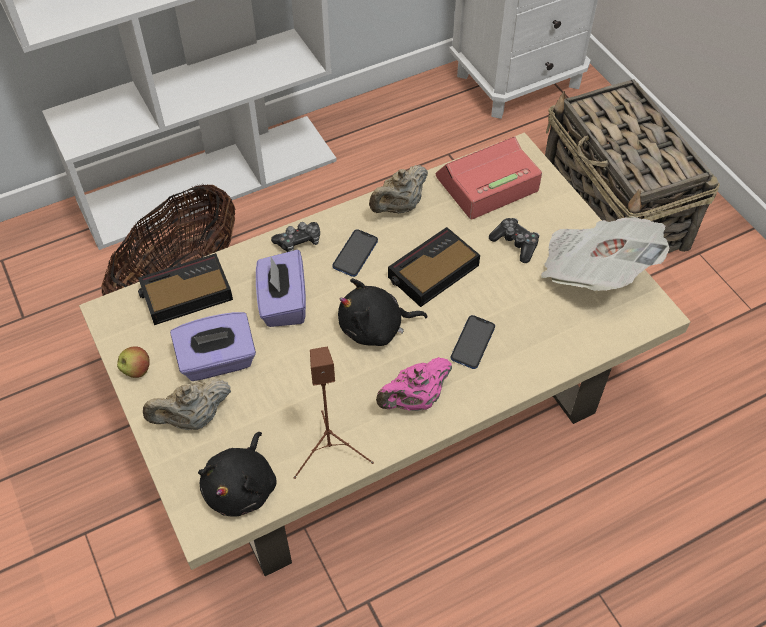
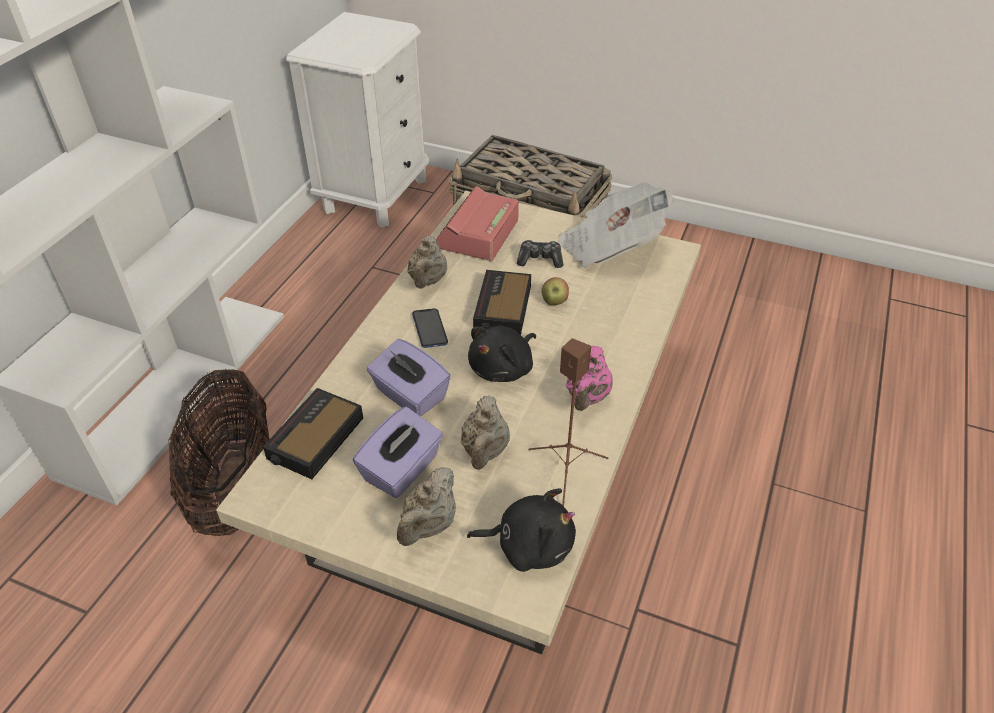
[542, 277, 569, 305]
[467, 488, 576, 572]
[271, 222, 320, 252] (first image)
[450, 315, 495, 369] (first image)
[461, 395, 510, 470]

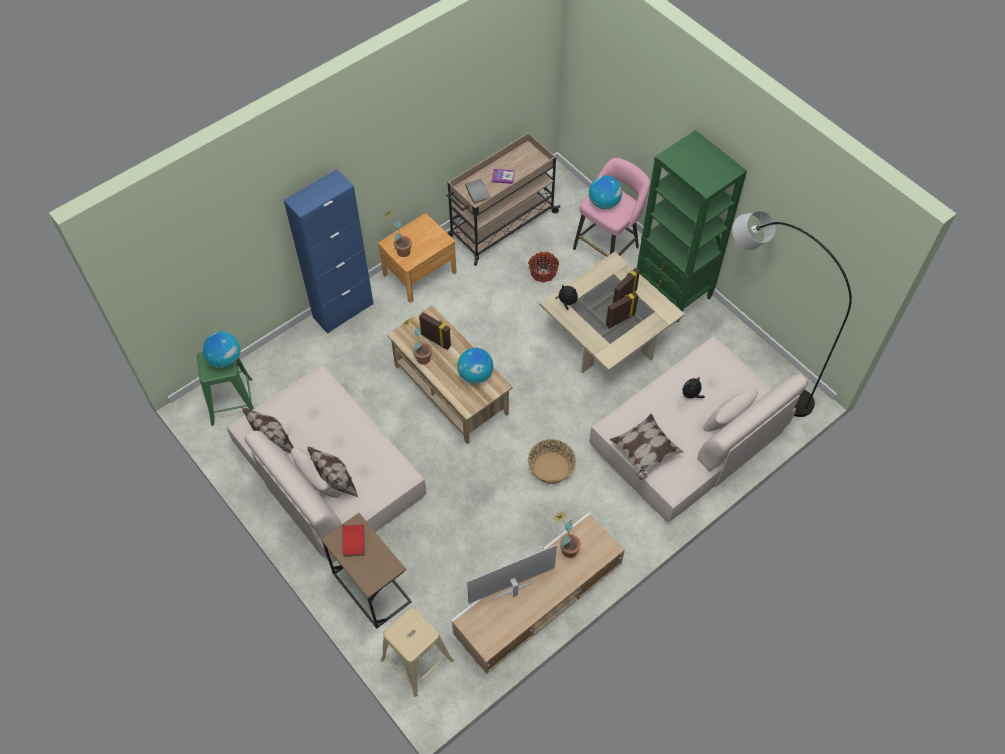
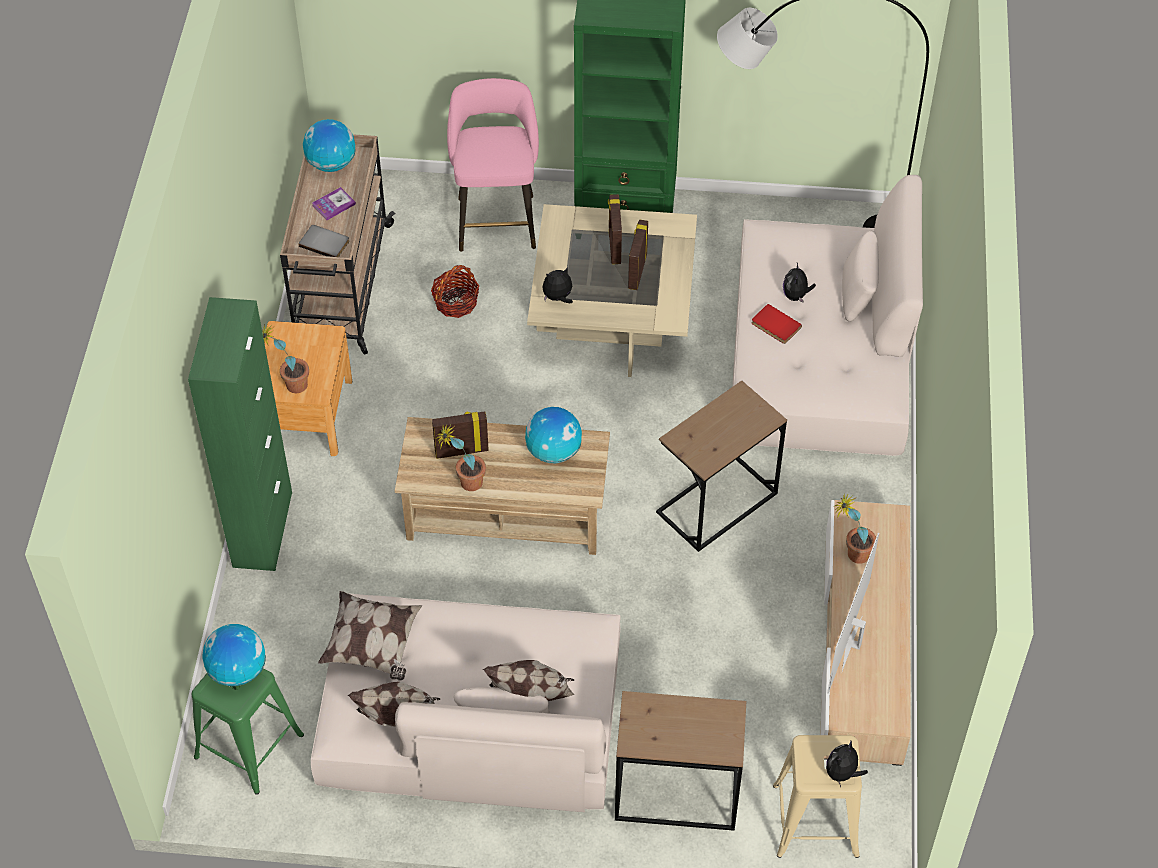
[188, 297, 292, 571]
[752, 304, 802, 344]
[656, 381, 787, 552]
[303, 119, 356, 172]
[318, 591, 422, 681]
[826, 741, 868, 787]

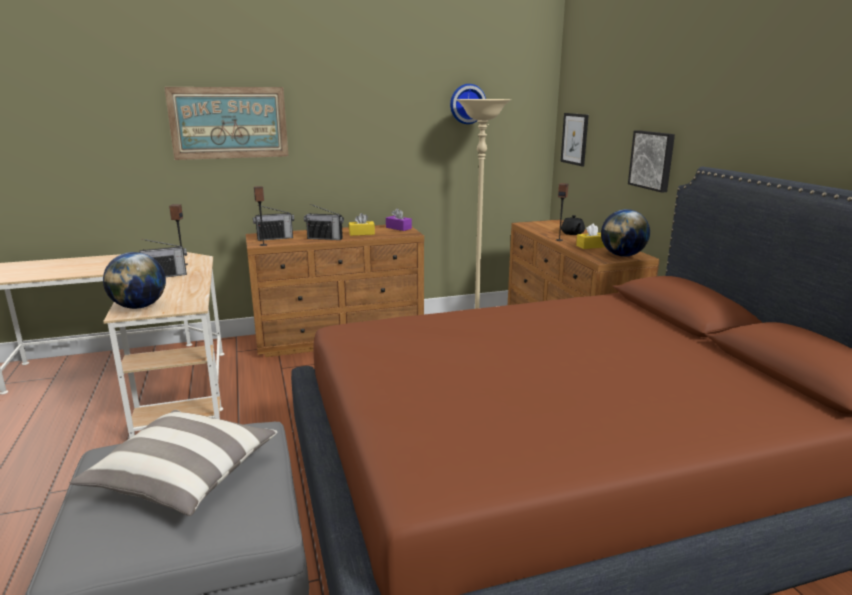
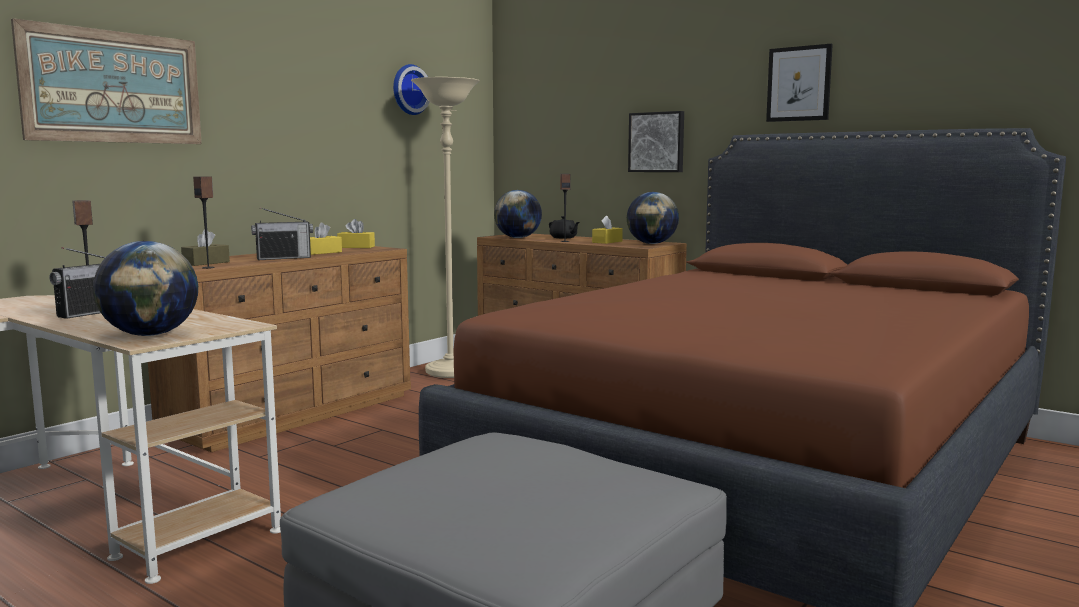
[70, 410, 278, 516] (first image)
[181, 229, 230, 266]
[337, 219, 375, 248]
[766, 44, 833, 122]
[494, 190, 542, 238]

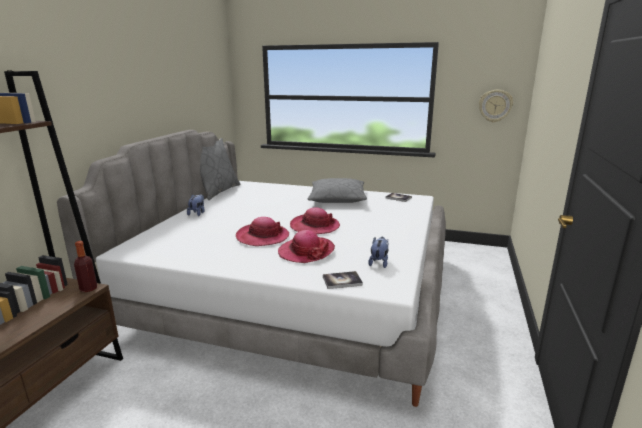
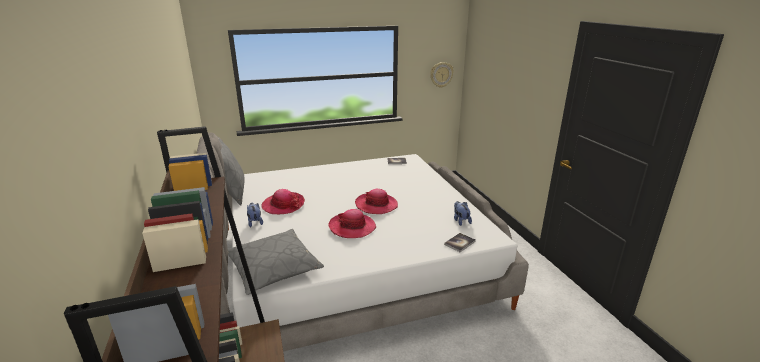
[74, 241, 97, 292] (first image)
[261, 189, 305, 214]
[228, 229, 324, 295]

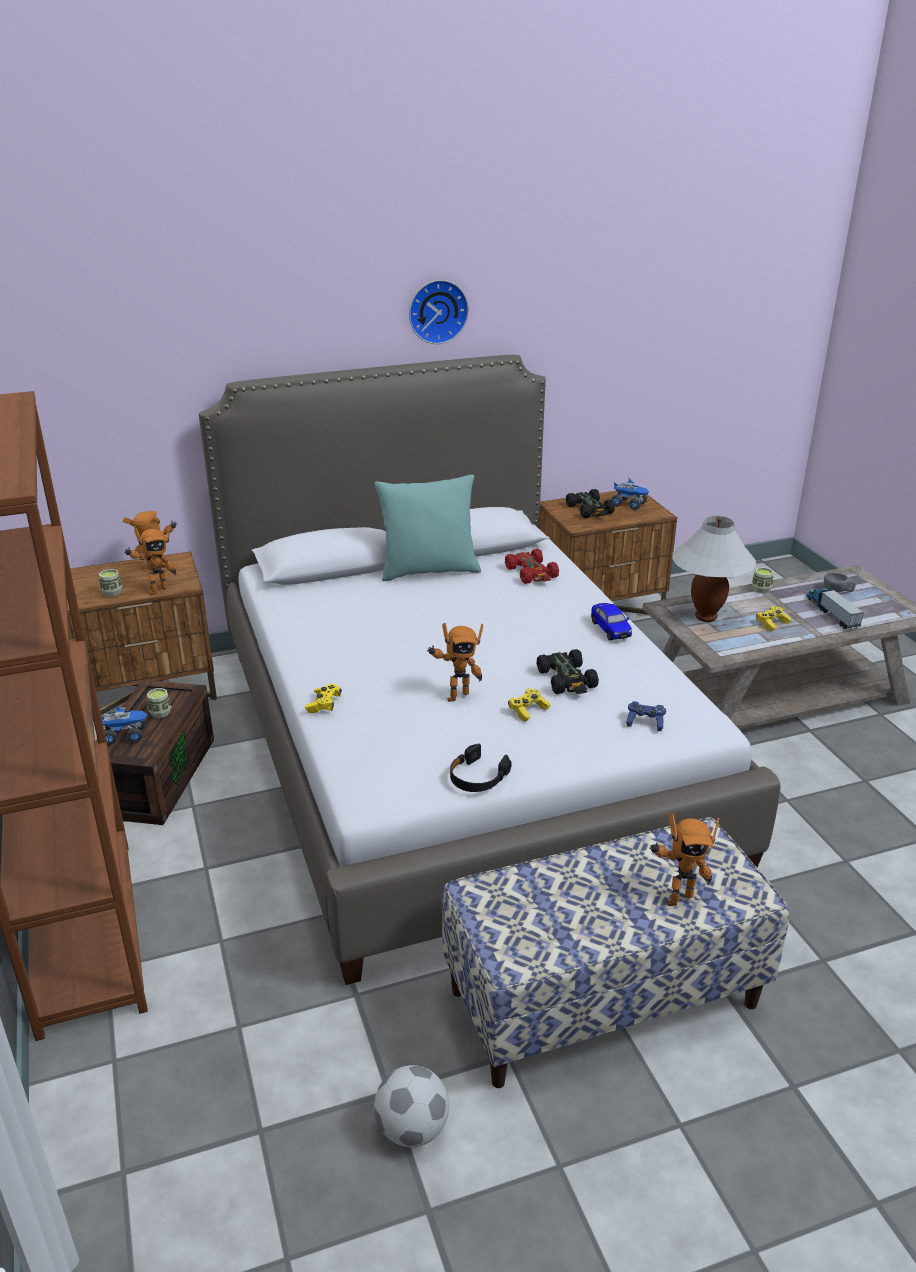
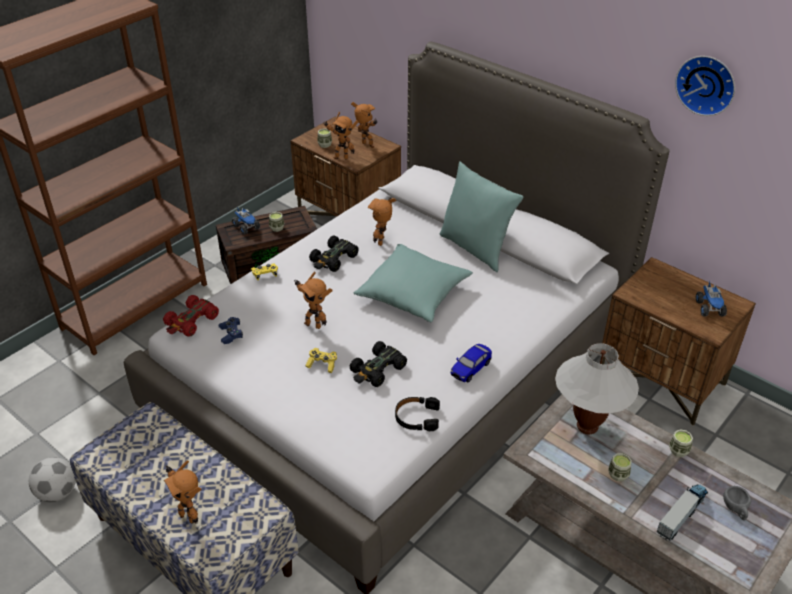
[675, 56, 735, 116]
[395, 397, 440, 431]
[163, 295, 219, 337]
[309, 236, 359, 272]
[218, 317, 243, 344]
[608, 453, 632, 481]
[354, 244, 473, 322]
[368, 198, 396, 246]

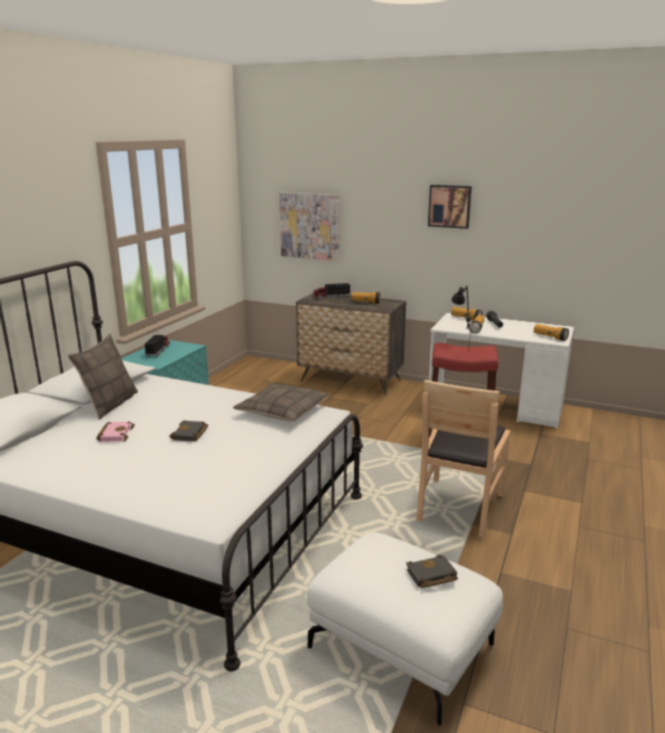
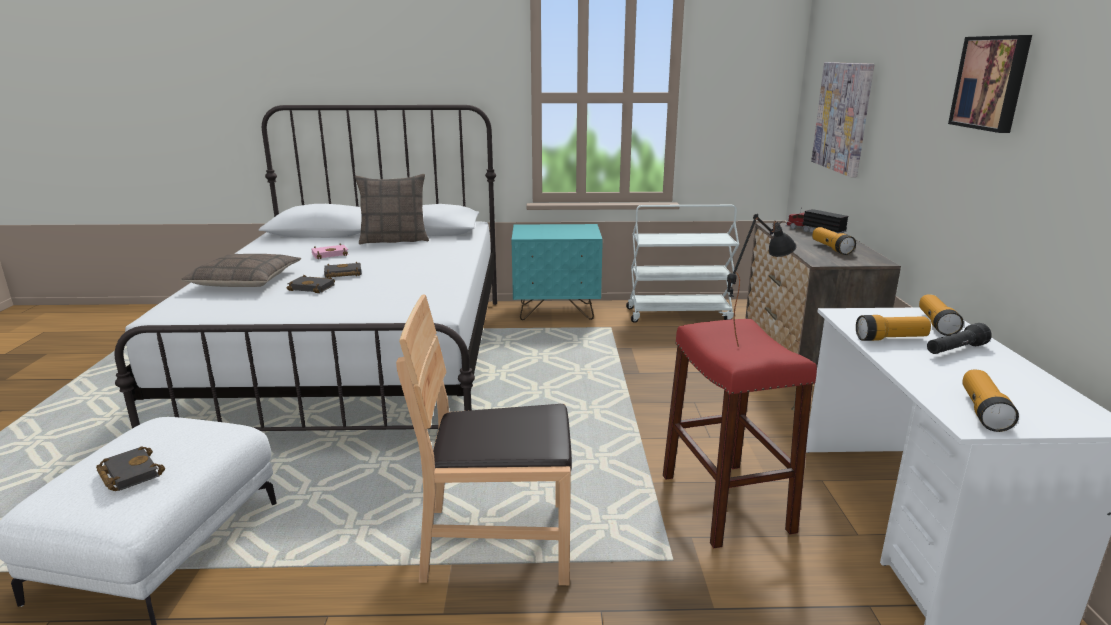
[145, 332, 170, 357] (first image)
[182, 254, 301, 287]
[287, 275, 335, 293]
[626, 205, 739, 323]

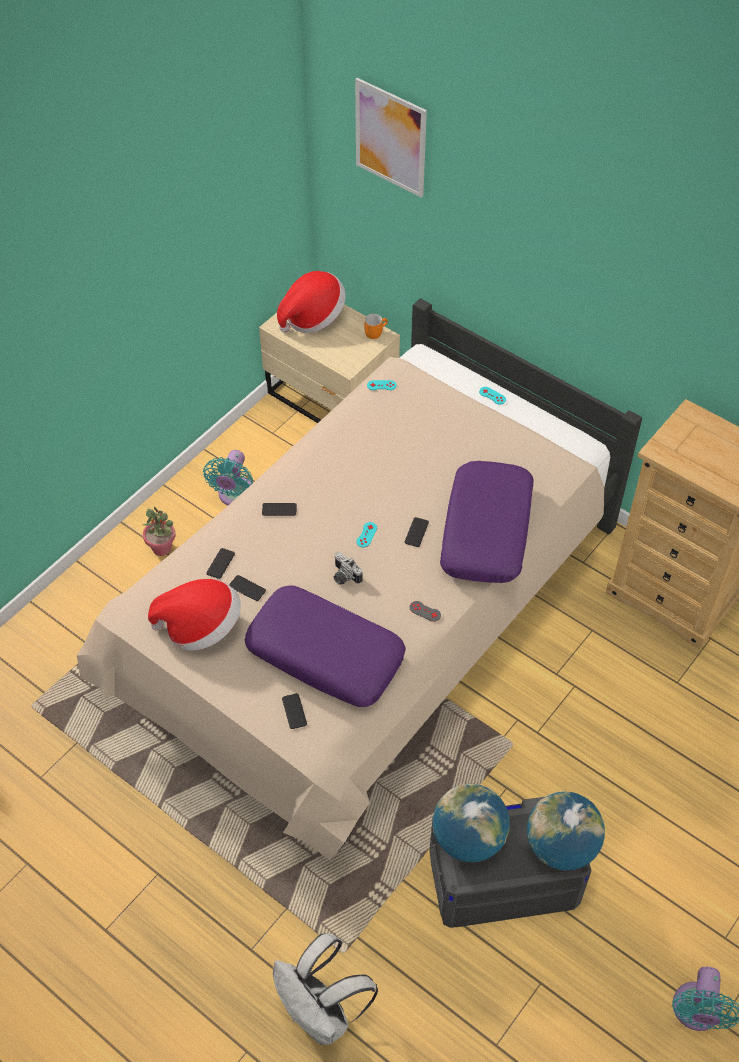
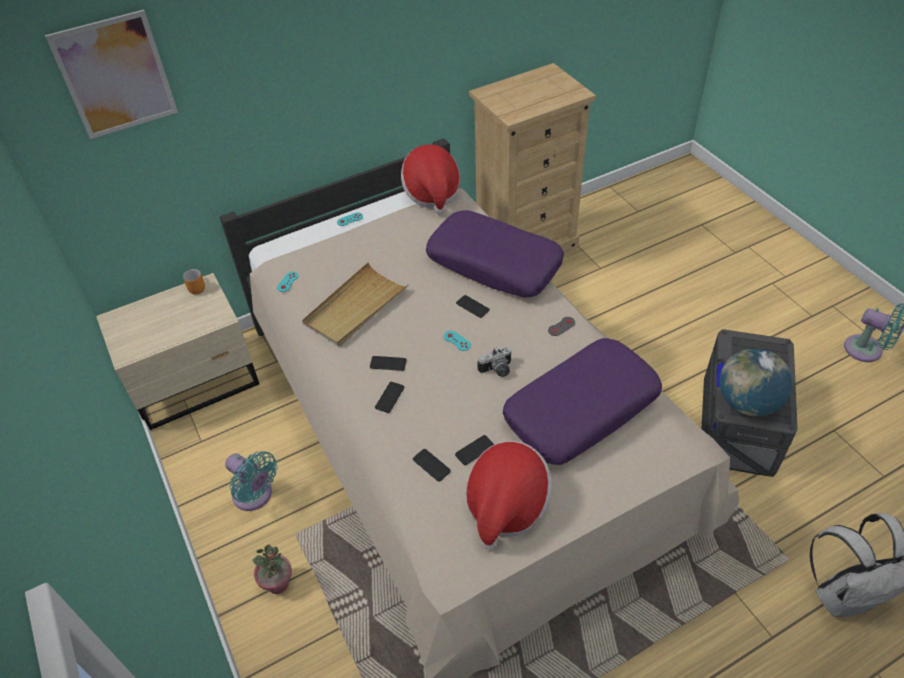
[401, 144, 460, 214]
[370, 356, 407, 371]
[527, 791, 605, 871] (first image)
[302, 262, 408, 347]

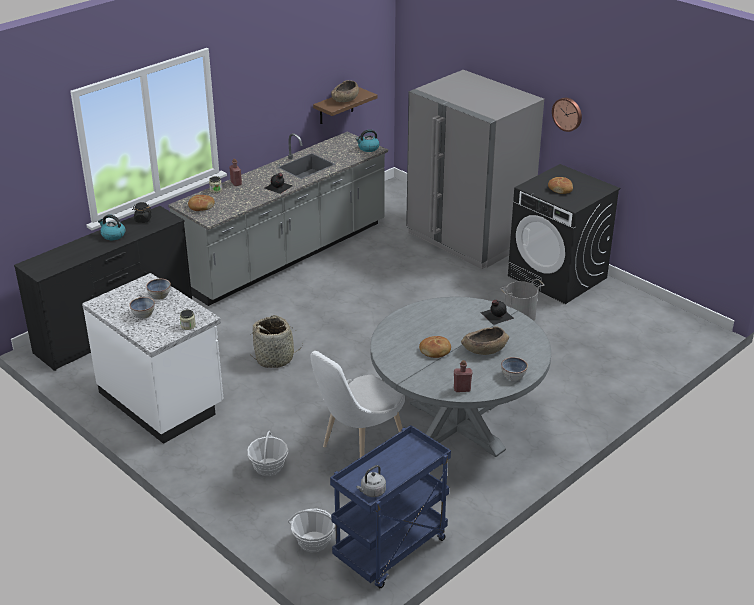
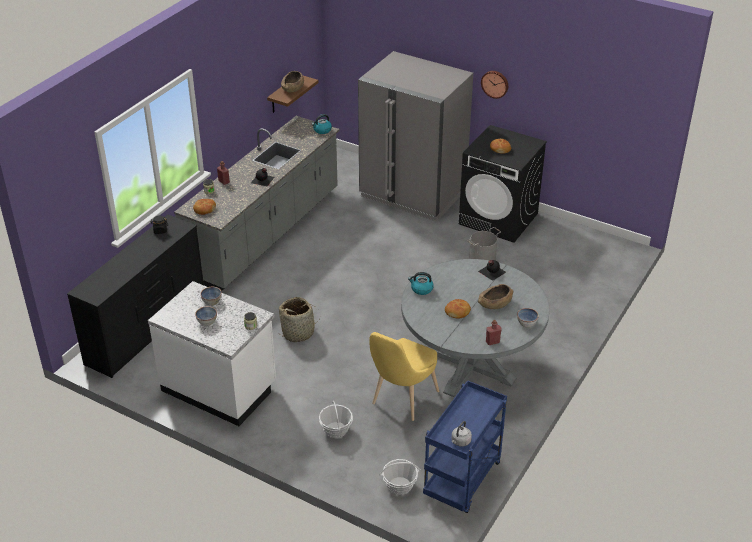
[408, 272, 434, 295]
[369, 332, 439, 421]

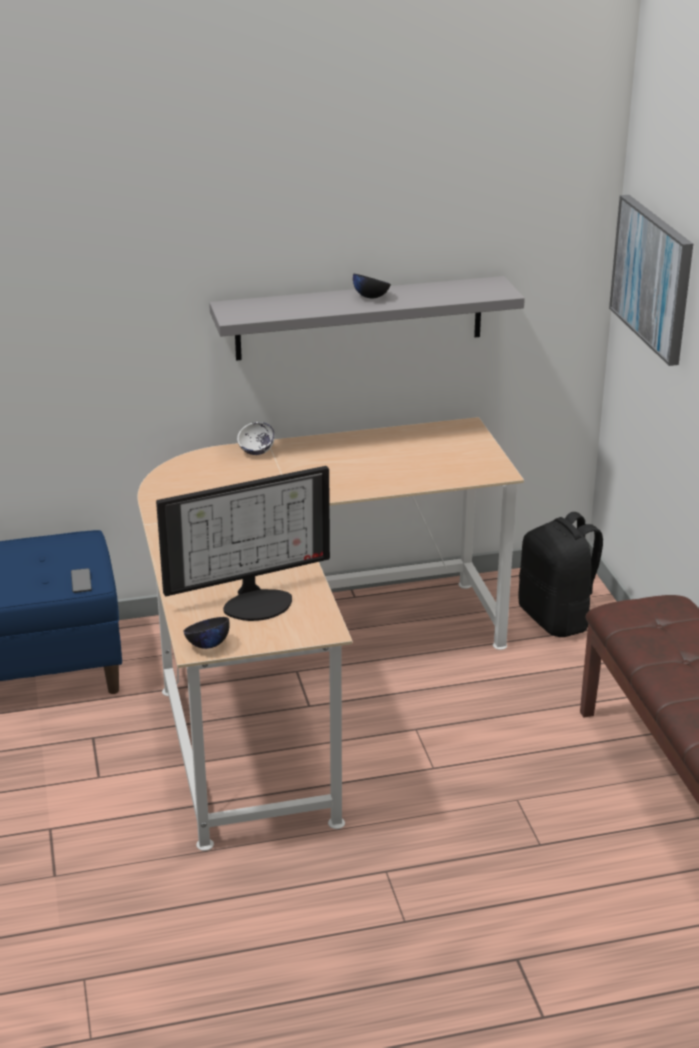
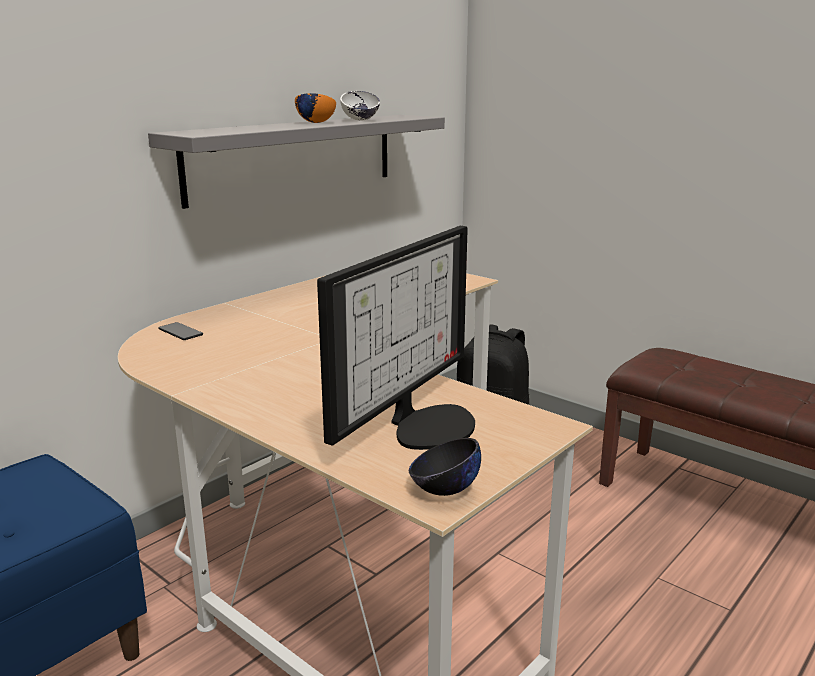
[158, 322, 203, 340]
[340, 91, 380, 121]
[295, 93, 336, 123]
[609, 195, 693, 366] (first image)

